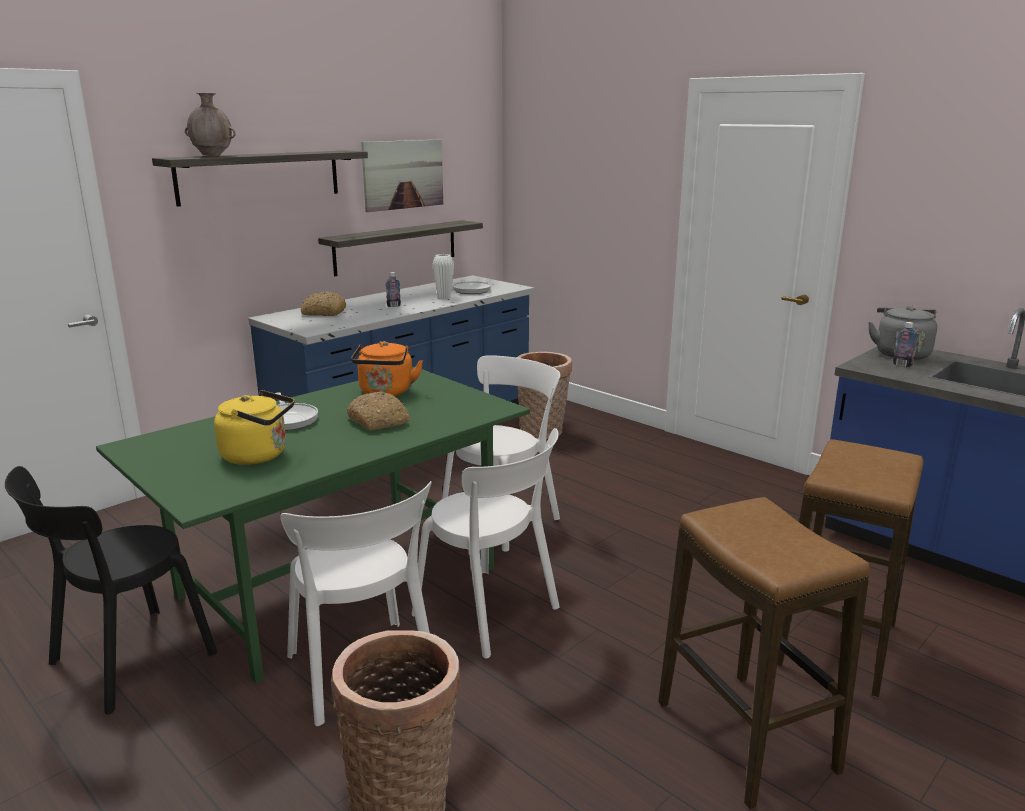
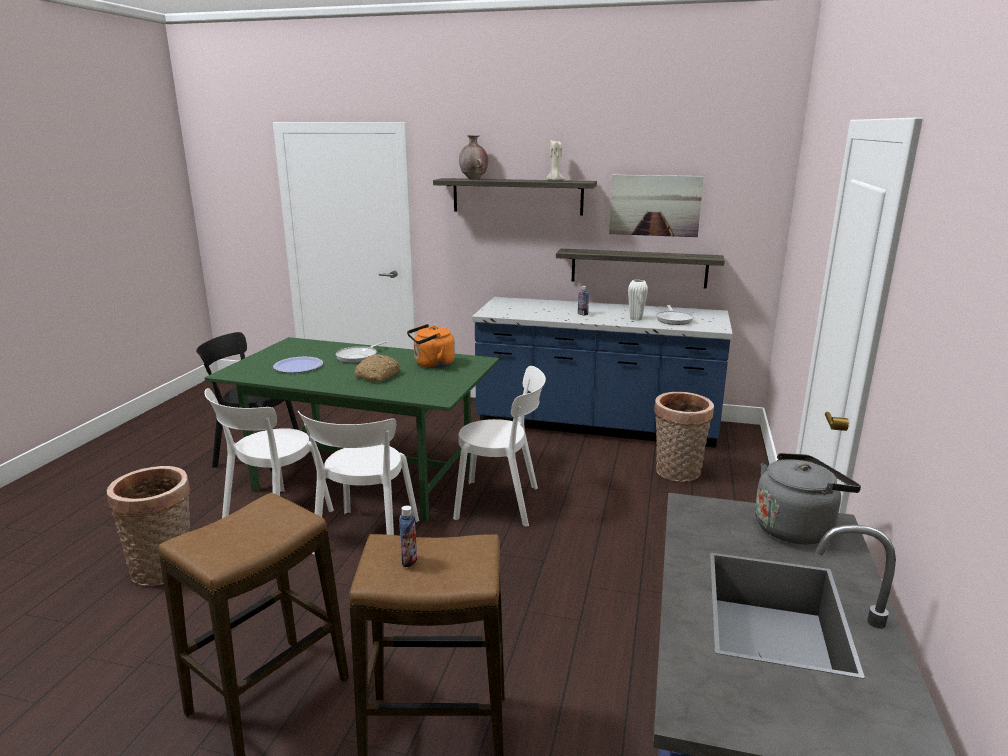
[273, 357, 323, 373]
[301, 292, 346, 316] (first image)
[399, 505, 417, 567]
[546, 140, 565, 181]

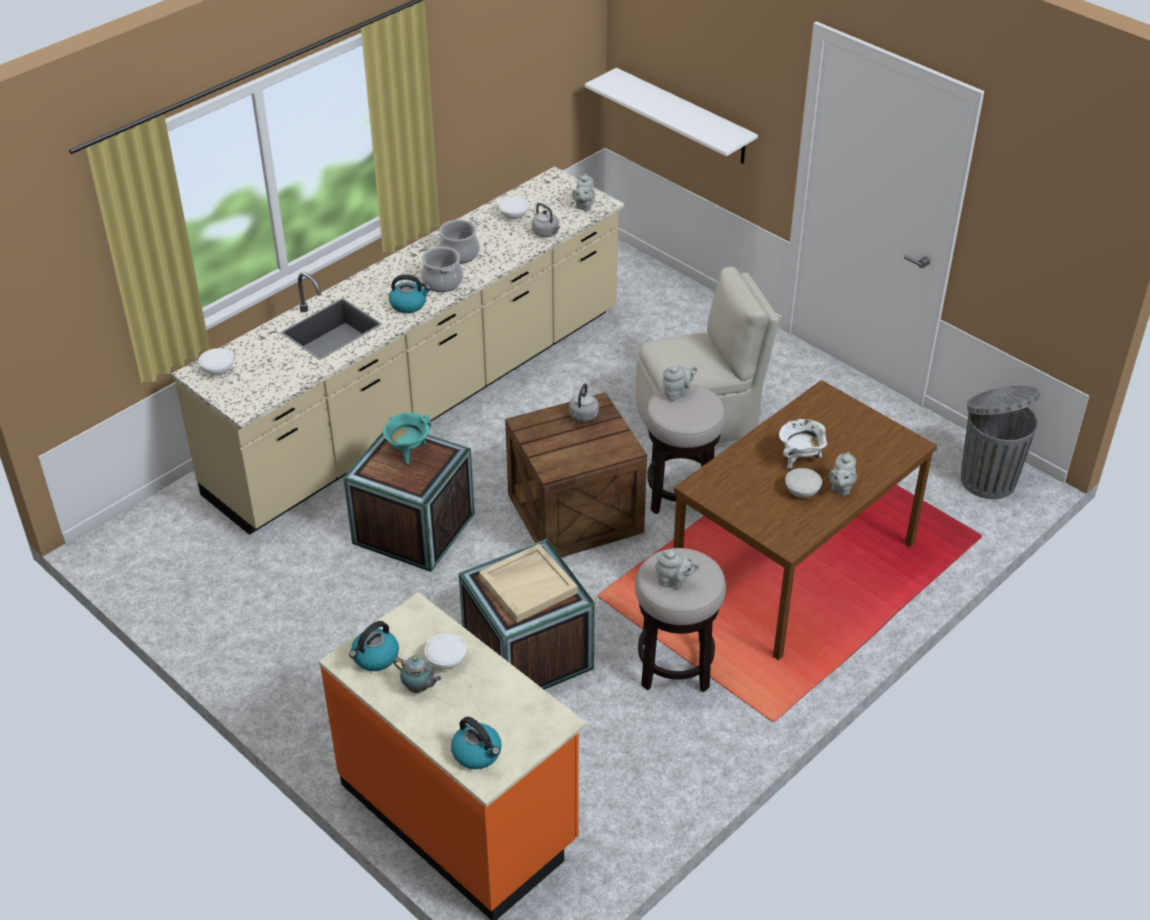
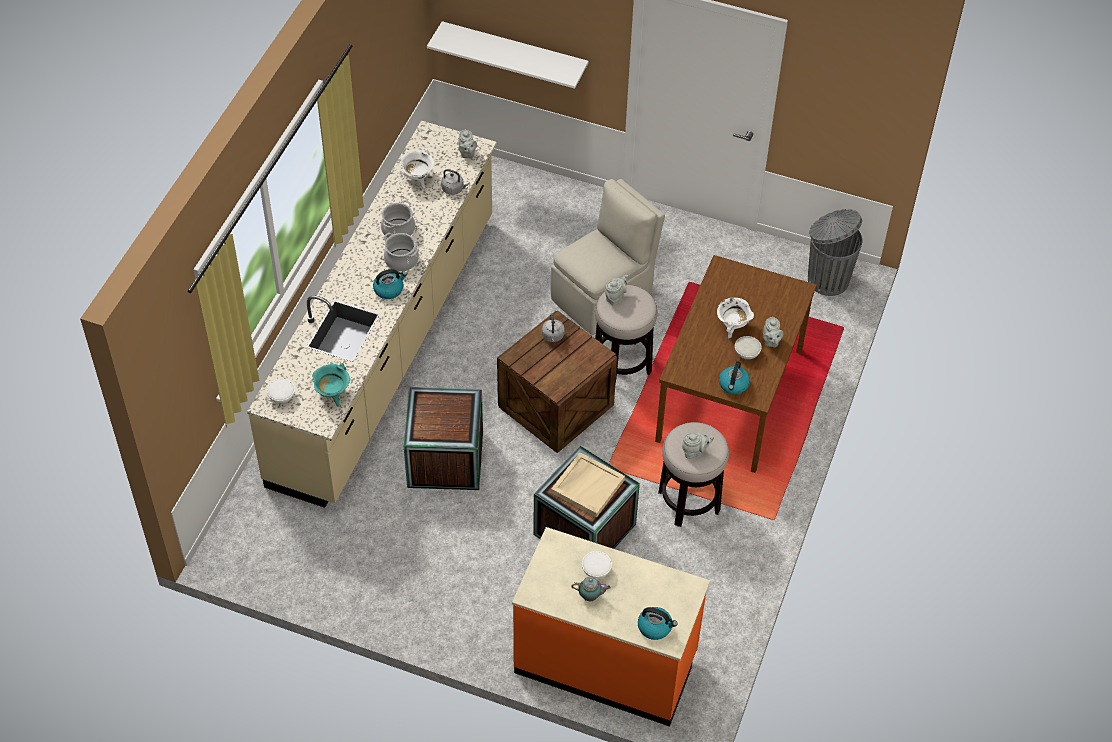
[719, 361, 750, 395]
[312, 363, 350, 406]
[400, 149, 435, 189]

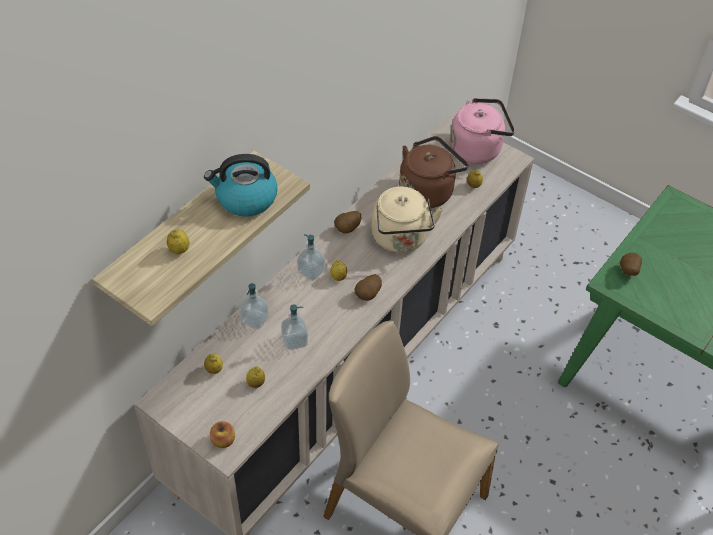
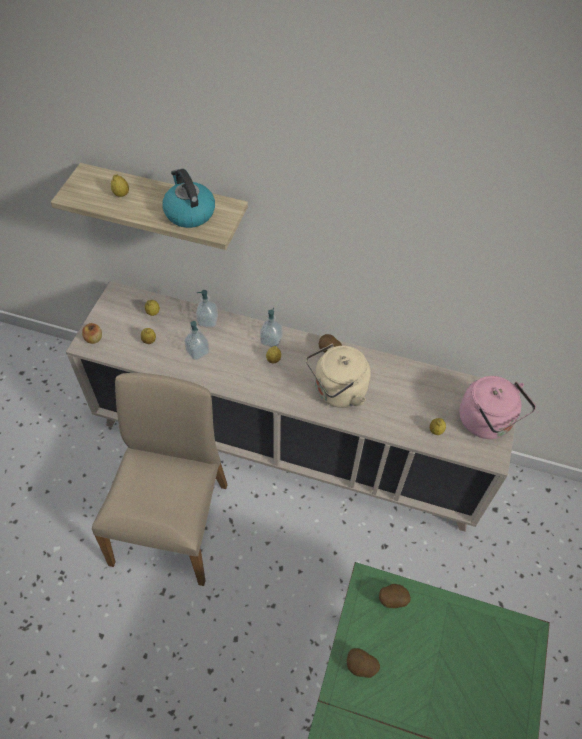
[347, 648, 380, 678]
[399, 136, 469, 208] (first image)

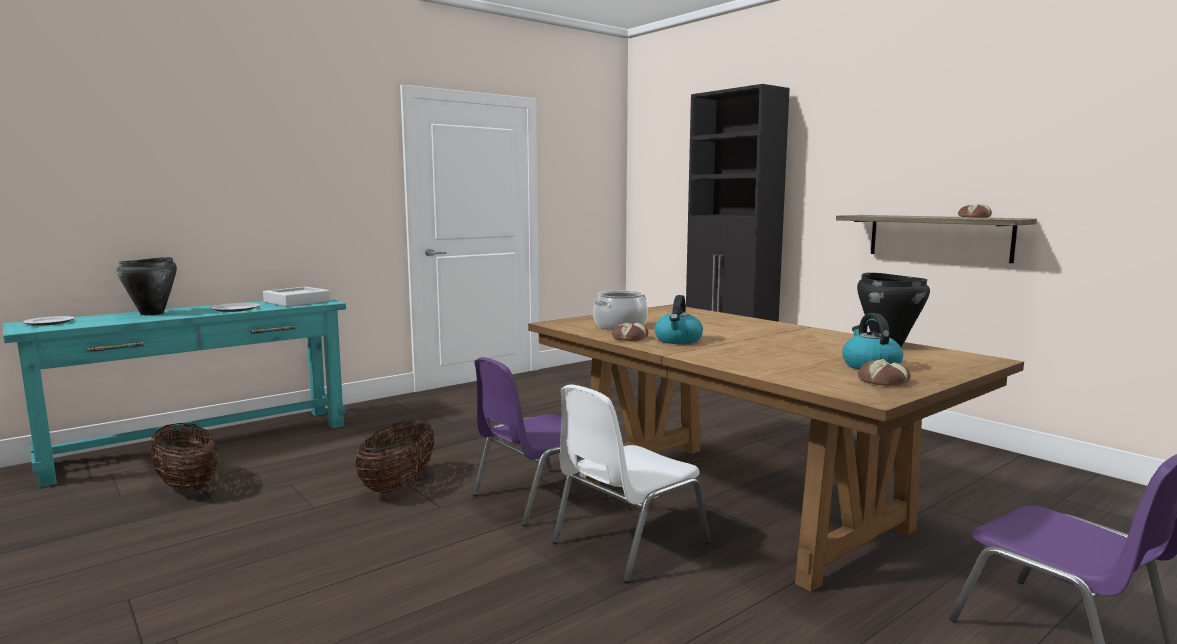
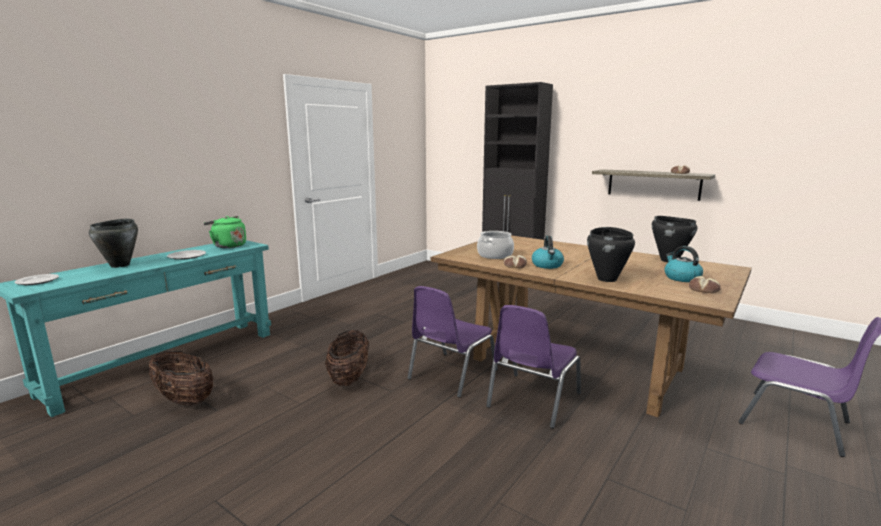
[204, 216, 246, 248]
[486, 305, 581, 429]
[587, 227, 635, 282]

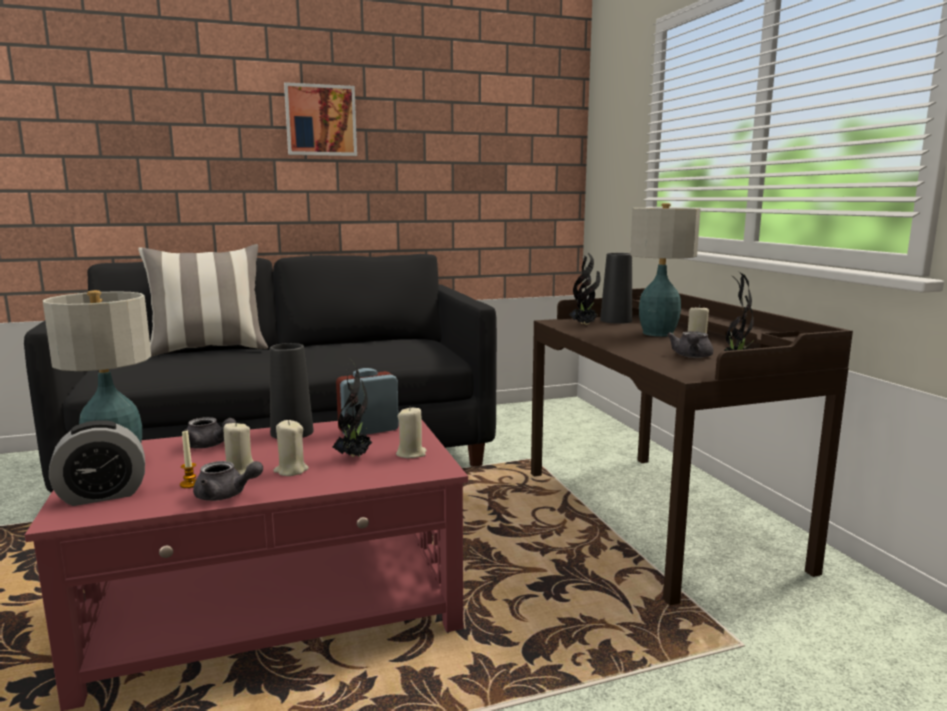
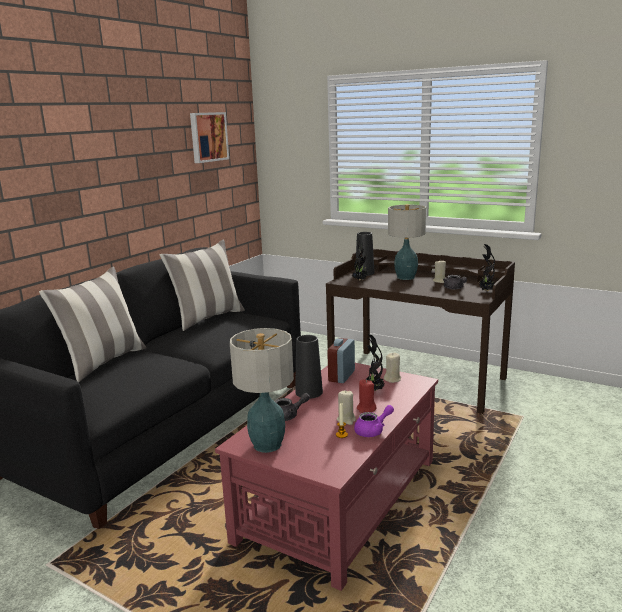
[49, 420, 145, 506] (first image)
[354, 405, 394, 437]
[357, 380, 377, 413]
[190, 112, 229, 163]
[160, 239, 245, 331]

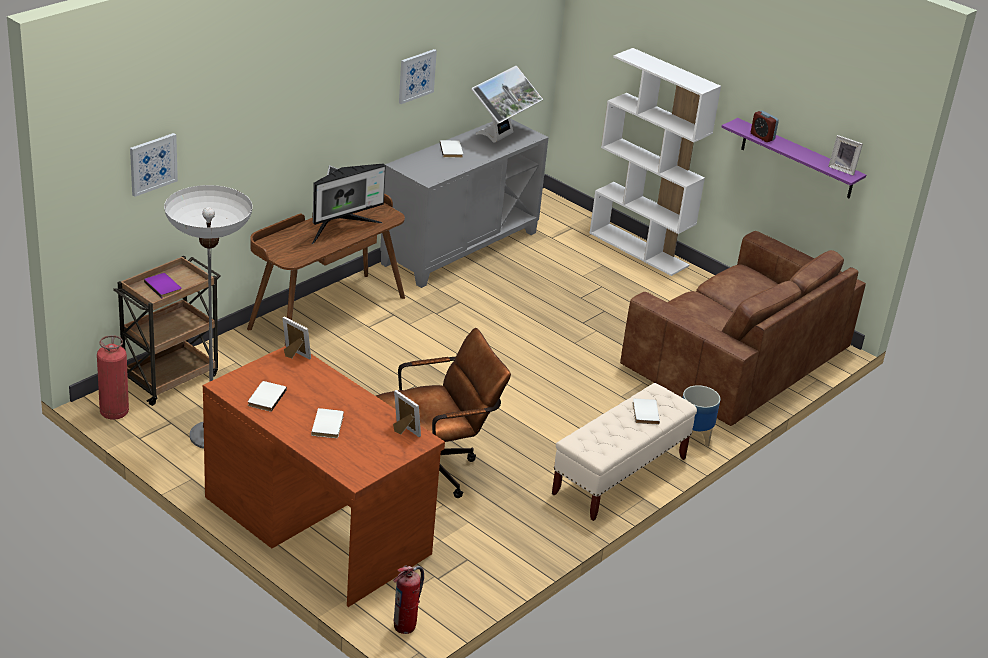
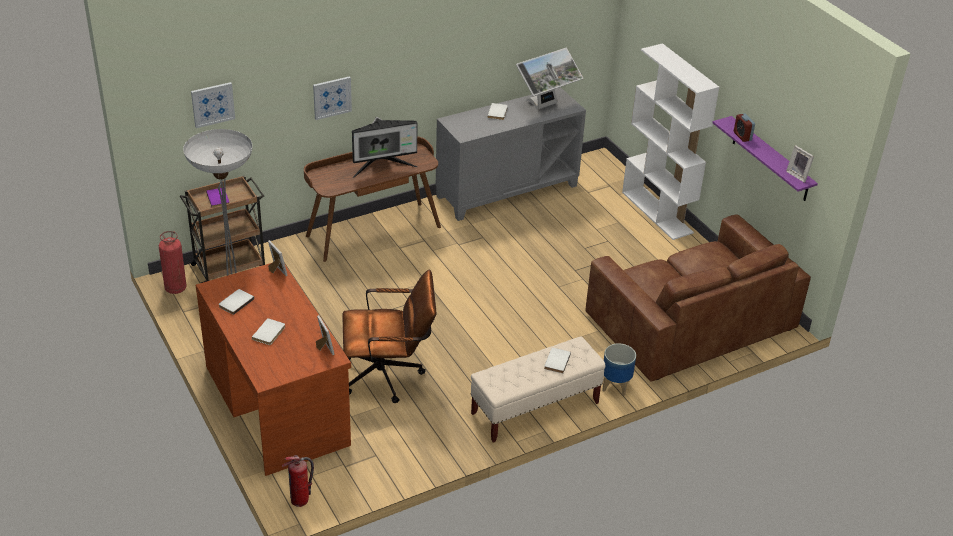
[313, 76, 352, 120]

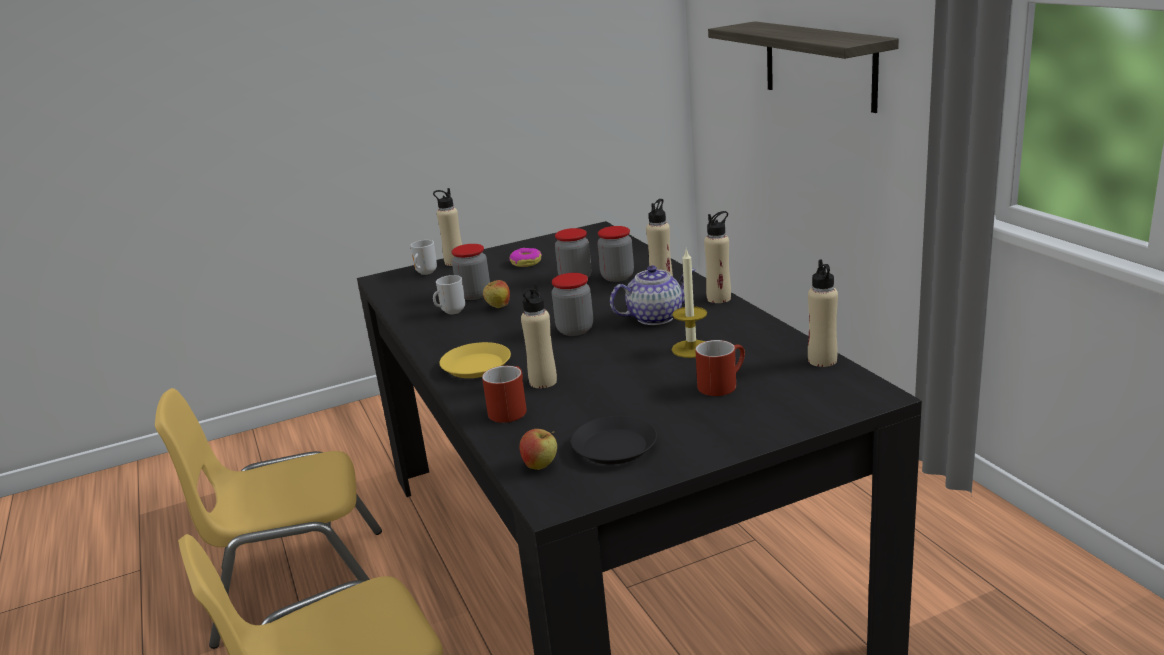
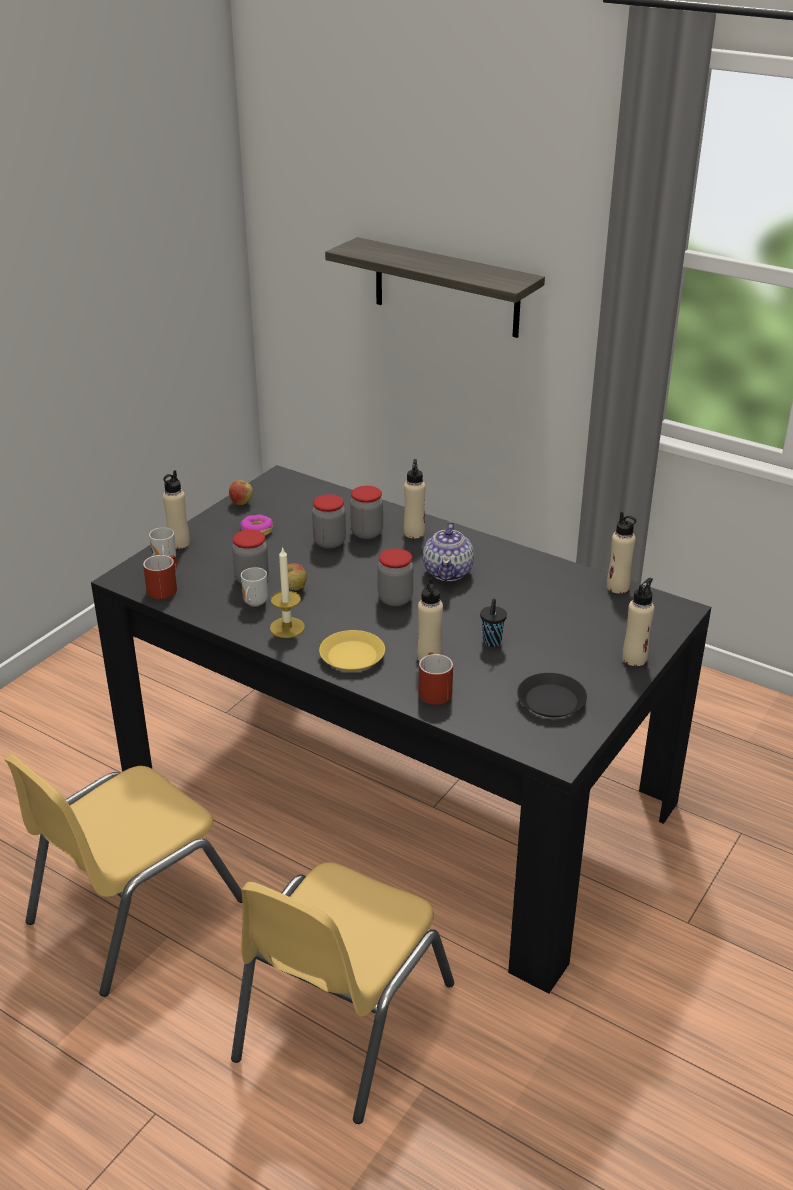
[229, 480, 253, 505]
[423, 522, 474, 581]
[270, 547, 305, 638]
[143, 555, 177, 599]
[622, 578, 654, 666]
[480, 599, 507, 647]

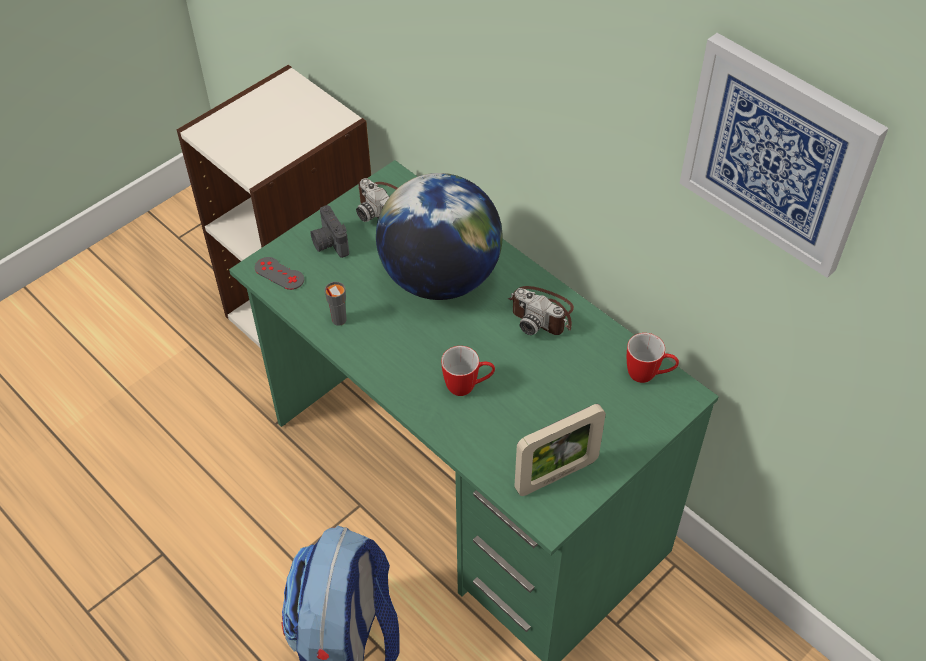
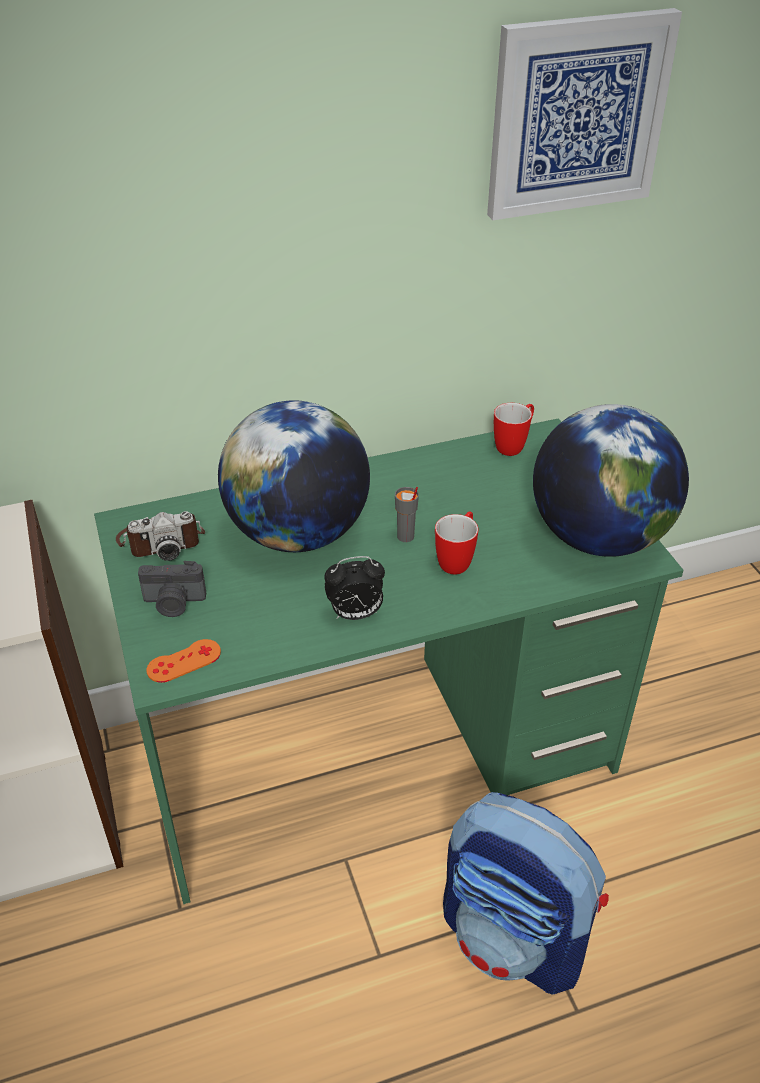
[146, 639, 221, 683]
[395, 487, 419, 542]
[508, 286, 574, 335] (first image)
[533, 404, 689, 557]
[324, 556, 385, 620]

